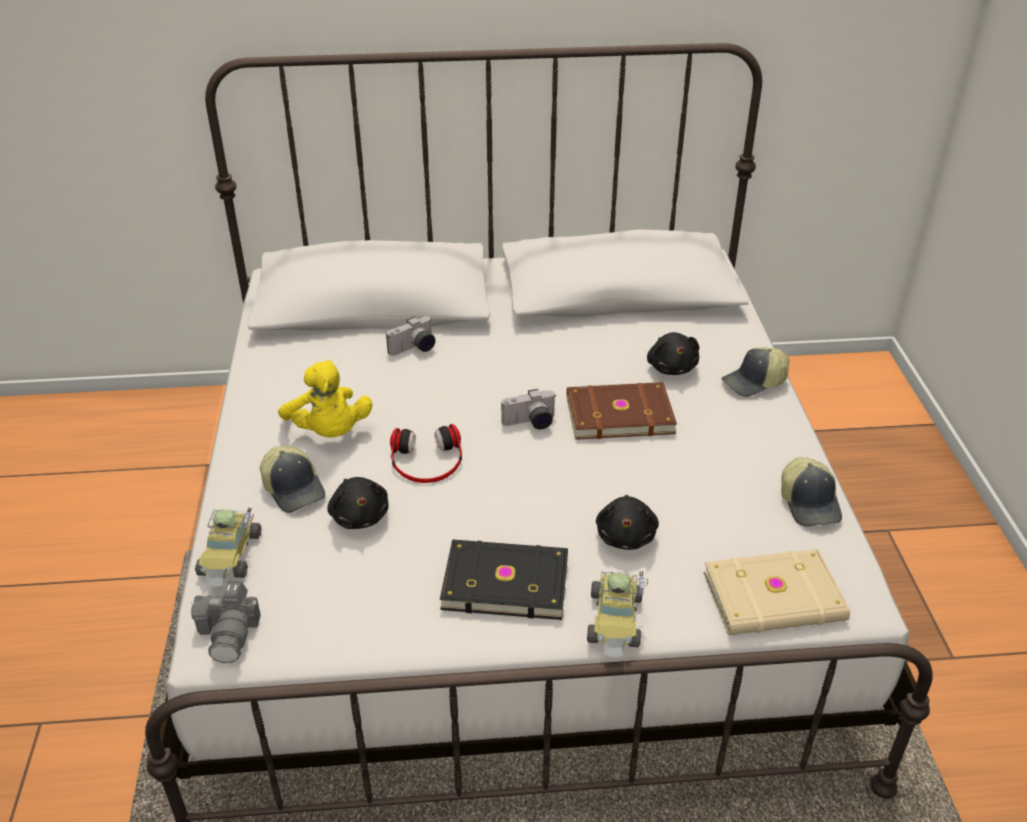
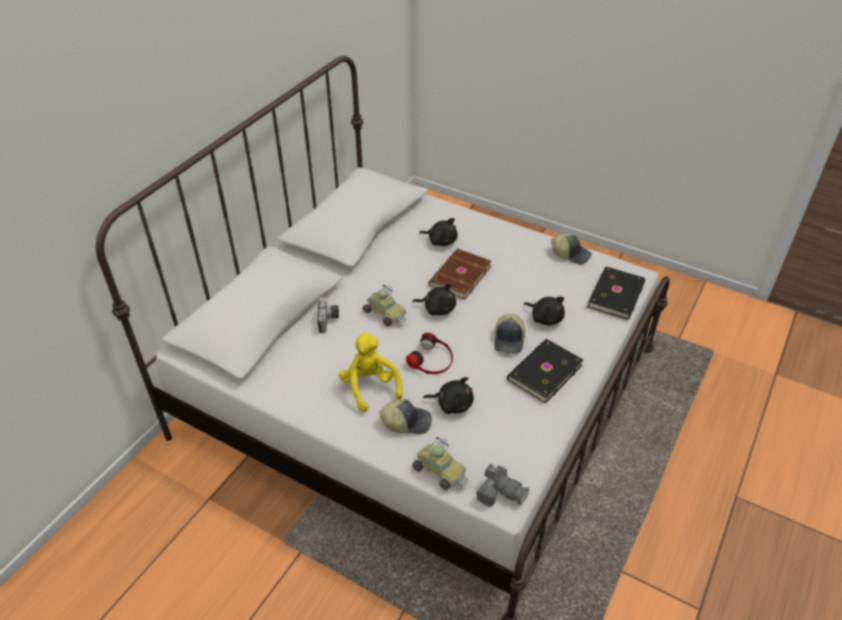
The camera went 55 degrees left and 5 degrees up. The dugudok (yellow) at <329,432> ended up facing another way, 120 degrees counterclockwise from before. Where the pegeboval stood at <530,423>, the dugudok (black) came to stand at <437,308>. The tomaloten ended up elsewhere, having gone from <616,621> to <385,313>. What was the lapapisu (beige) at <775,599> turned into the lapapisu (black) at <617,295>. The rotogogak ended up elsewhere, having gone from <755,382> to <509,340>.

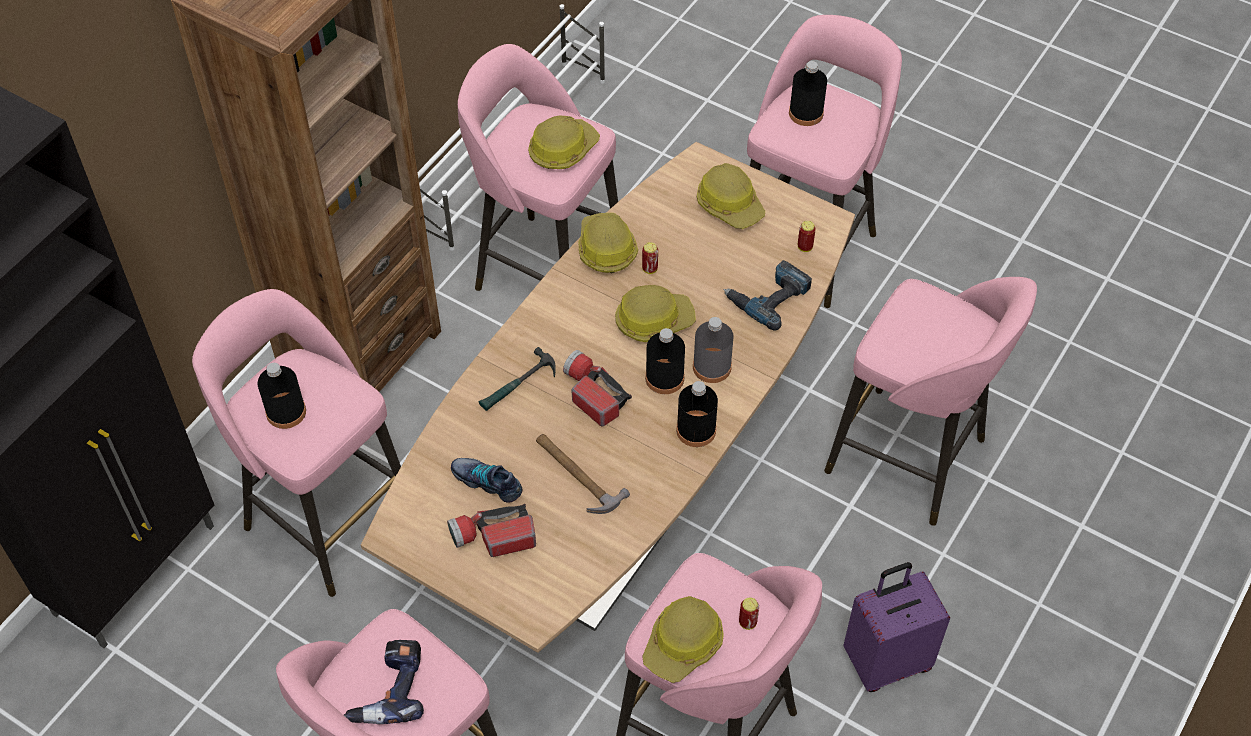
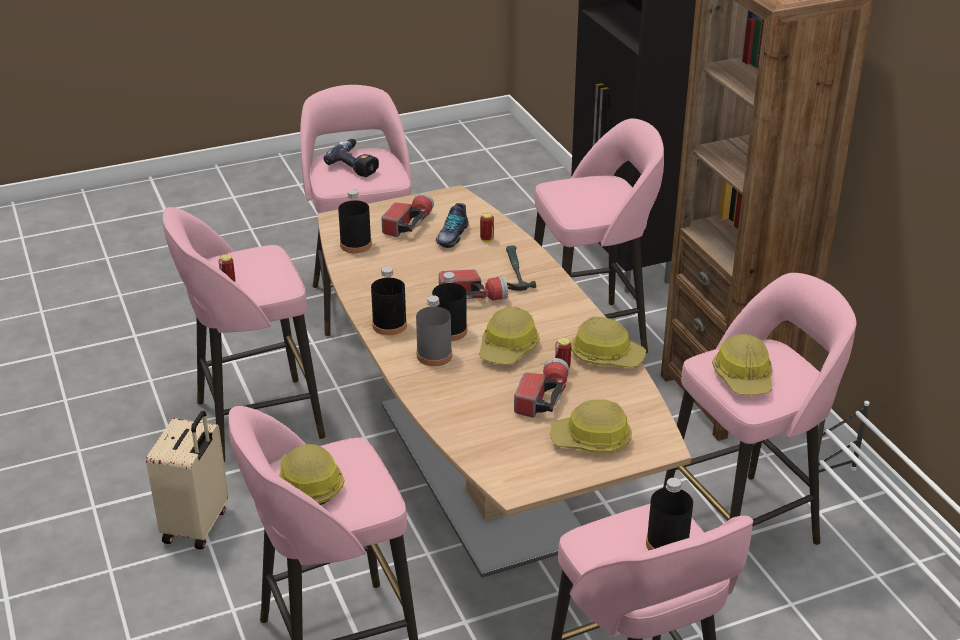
The camera went 125 degrees right and 20 degrees down. The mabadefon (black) ended up elsewhere, having gone from <286,412> to <355,245>. The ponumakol at <487,481> ended up facing another way, 135 degrees clockwise from before. The second view lost the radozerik at <576,474>. The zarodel ended up elsewhere, having gone from <684,644> to <308,484>. The second view lost the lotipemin at <768,297>. The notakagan ended up elsewhere, having gone from <805,247> to <487,239>. What was the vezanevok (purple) at <886,660> turned into the vezanevok (beige) at <197,526>. The second view gained the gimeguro at <542,397>.

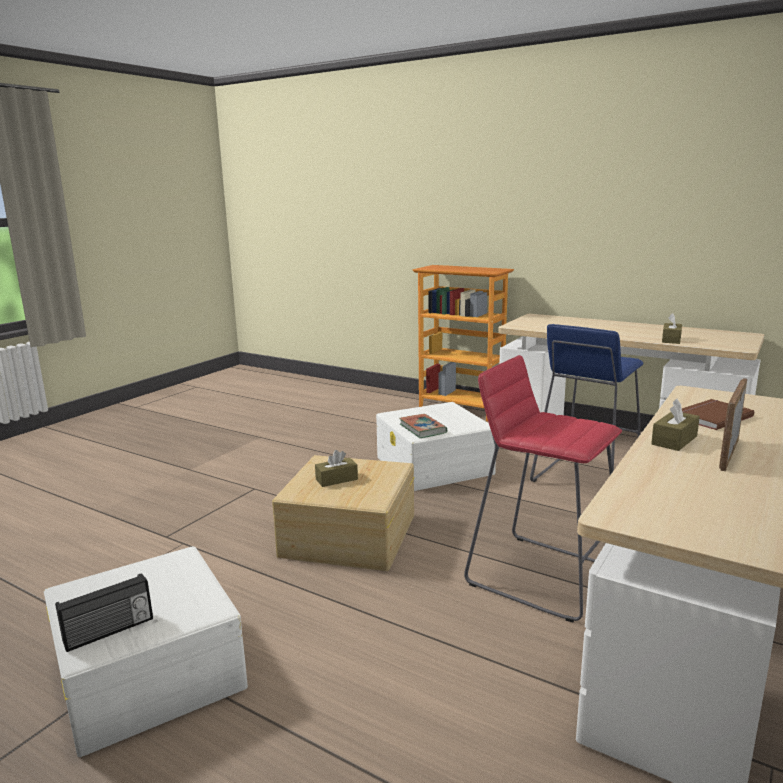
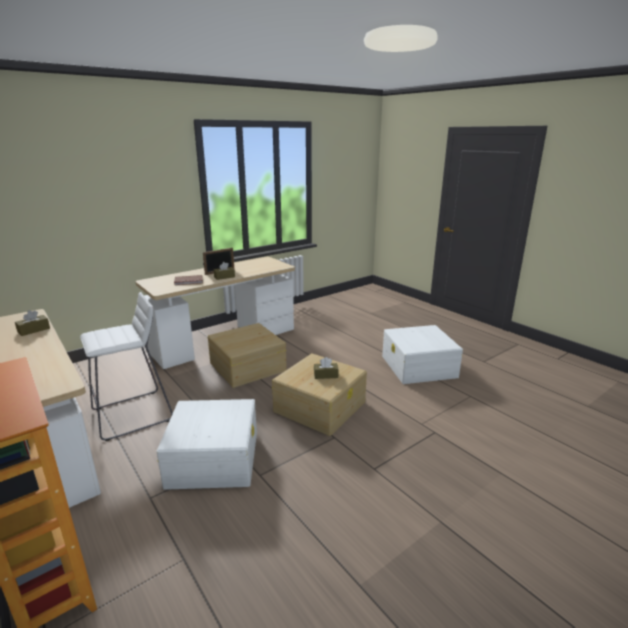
The camera went 160 degrees left and 5 degrees up. The second view lost the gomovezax at <109,631>. The second view lost the lapapisu at <422,429>. Where the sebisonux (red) stood at <541,575>, the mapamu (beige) came to stand at <247,366>. What was the sebisonux (blue) at <585,477> turned into the sebisonux (white) at <133,414>.

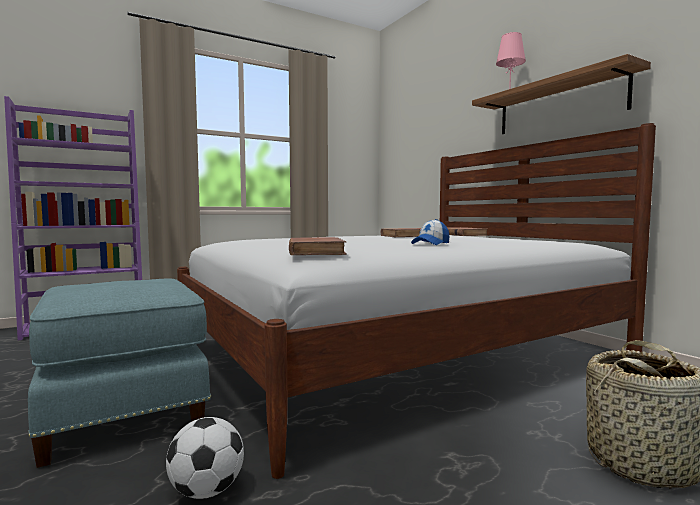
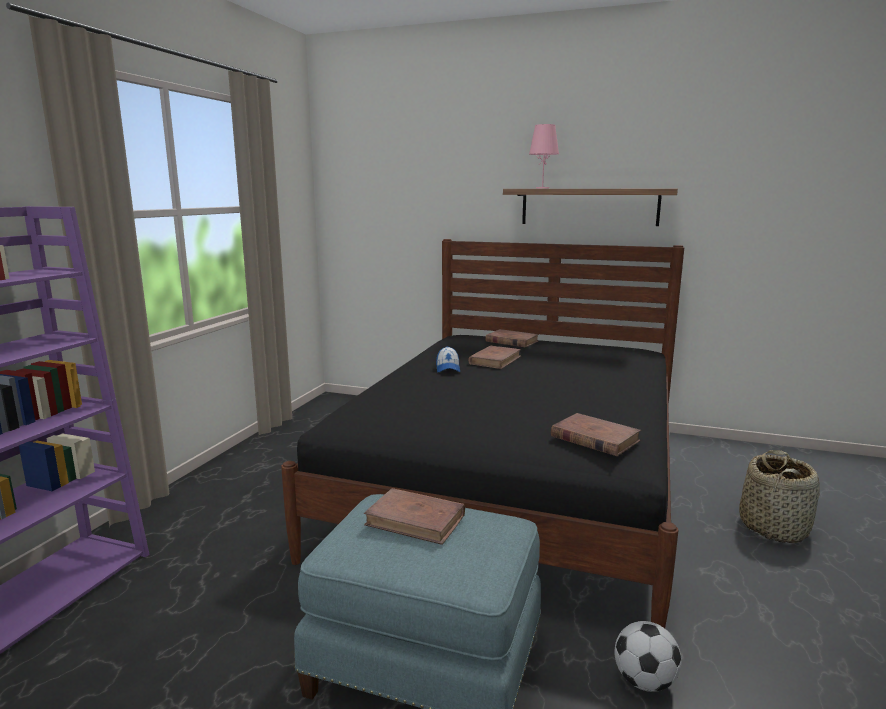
The camera went 40 degrees left and 10 degrees up. What was the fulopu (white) at <398,352> turned into the fulopu (black) at <515,486>. The rotogogak ended up elsewhere, having gone from <431,244> to <448,368>. The second view gained the lapapisu (brown) at <416,520>.

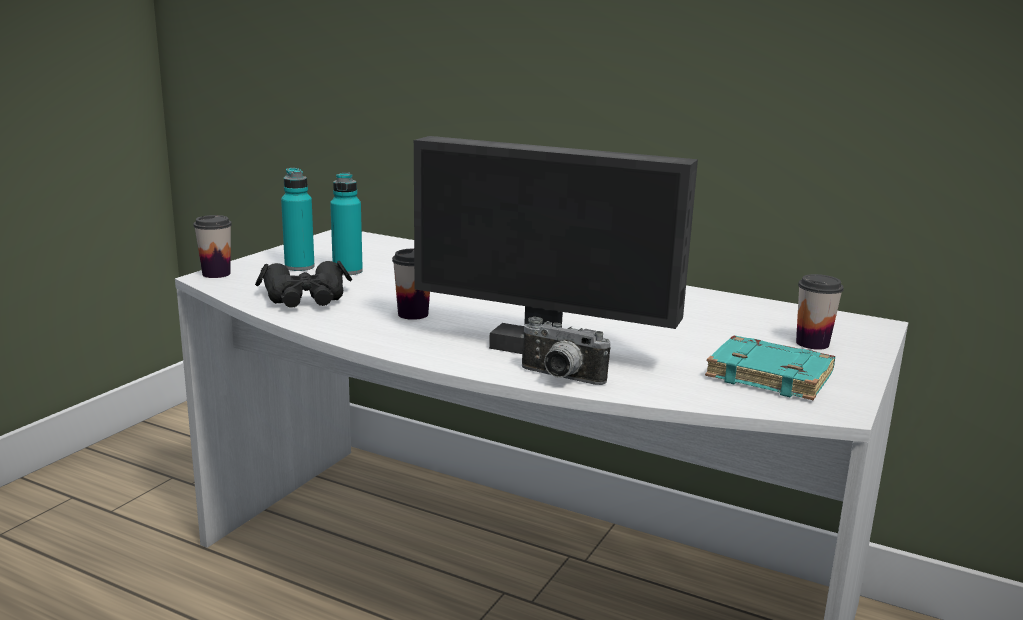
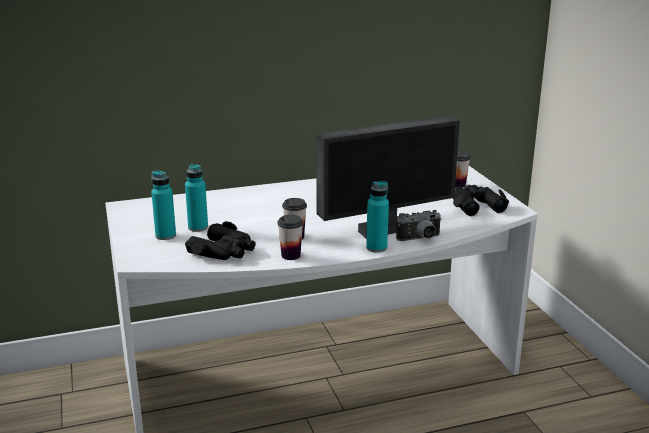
The camera went 45 degrees left and 5 degrees up. The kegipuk ended up elsewhere, having gone from <216,274> to <291,255>. Where the lapapisu (turquoise) stood at <771,376>, the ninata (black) came to stand at <475,205>. The second view gained the mabadefon (turquoise) at <376,248>.

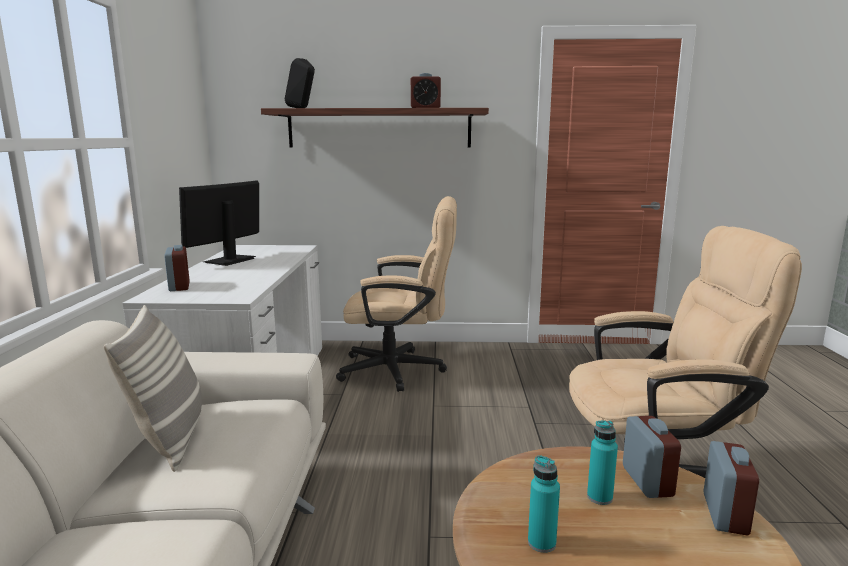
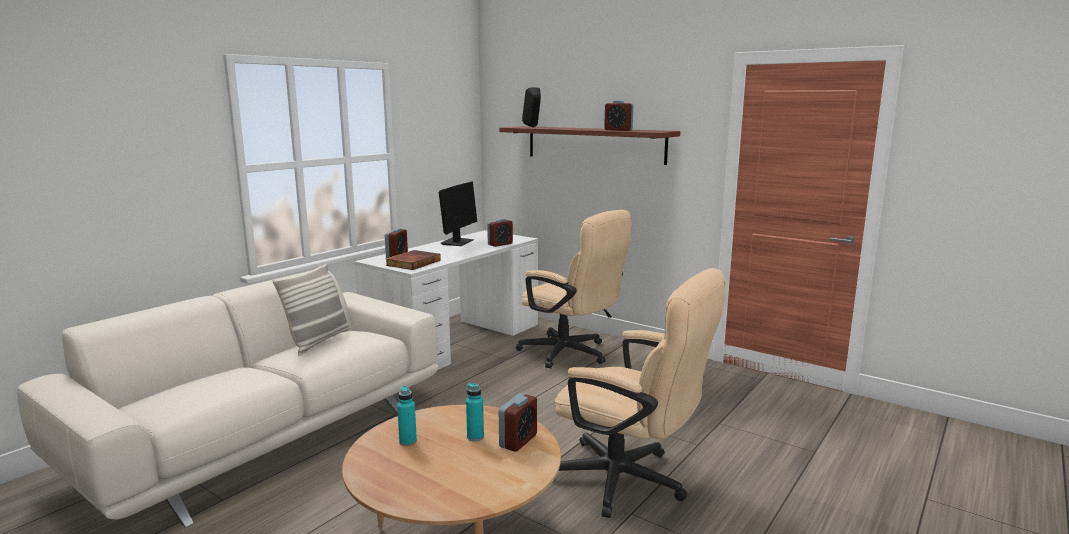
The camera went 35 degrees right and 0 degrees up. The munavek at <229,260> ended up facing another way, 135 degrees clockwise from before. The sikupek ended up elsewhere, having gone from <725,514> to <500,244>. The second view gained the lapapisu at <413,262>.

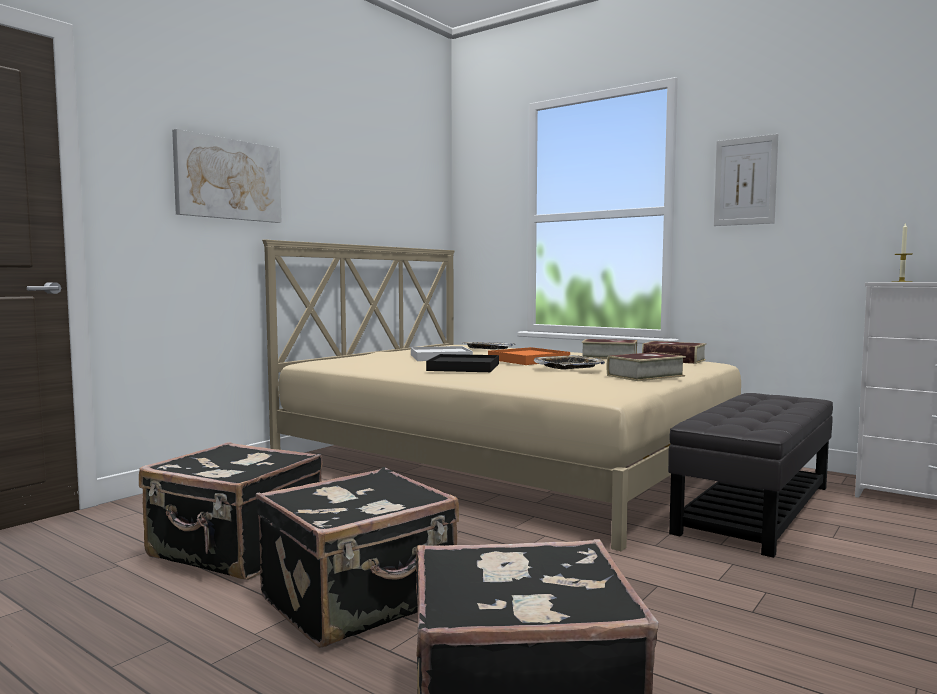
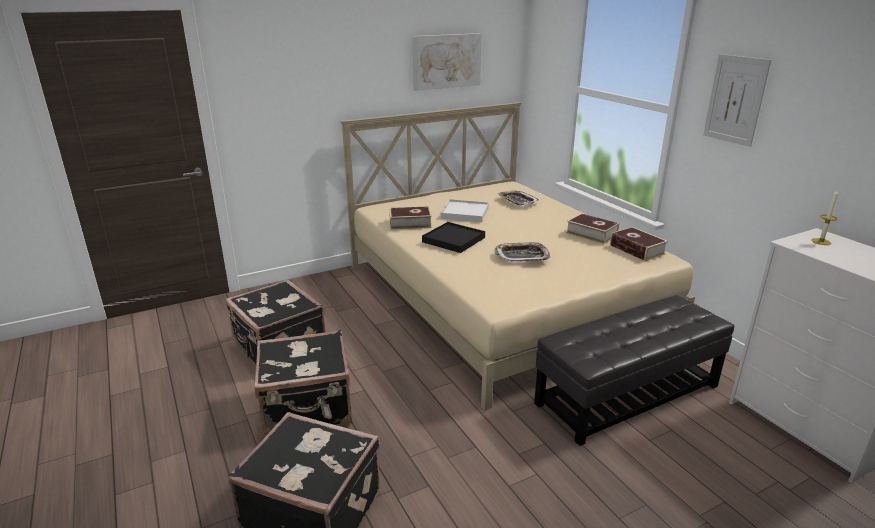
The camera went 25 degrees right and 20 degrees up. The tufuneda ended up elsewhere, having gone from <228,179> to <446,61>. The second view lost the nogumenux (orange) at <528,360>. The lapapisu ended up elsewhere, having gone from <645,376> to <410,223>.

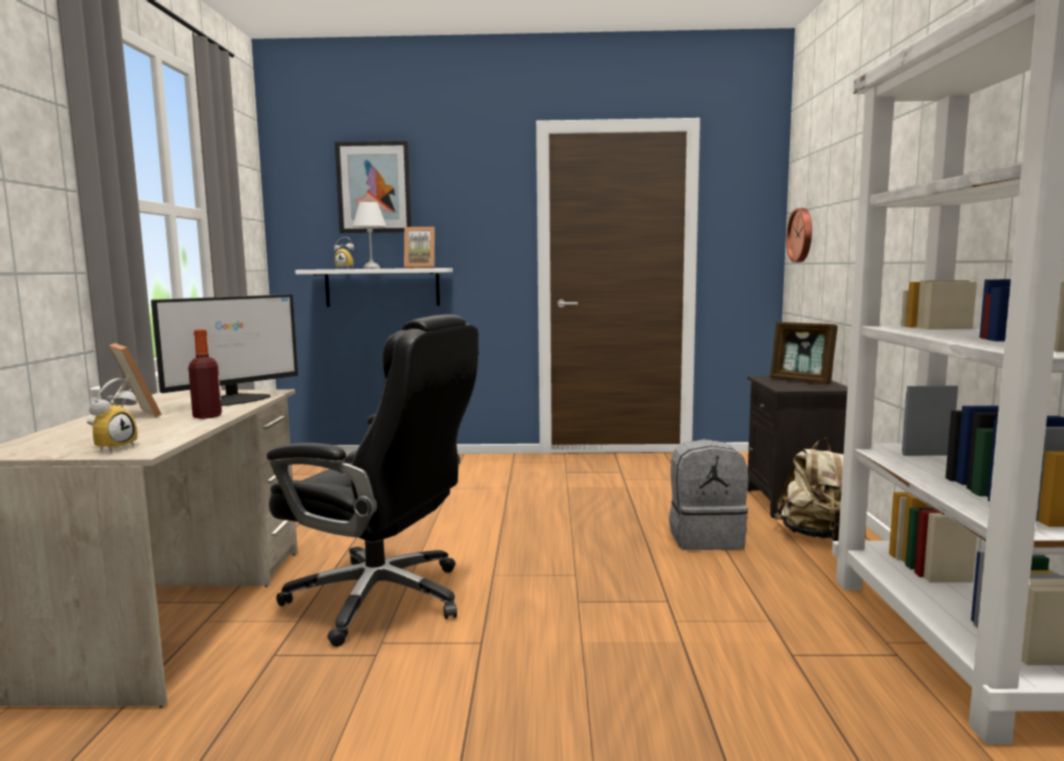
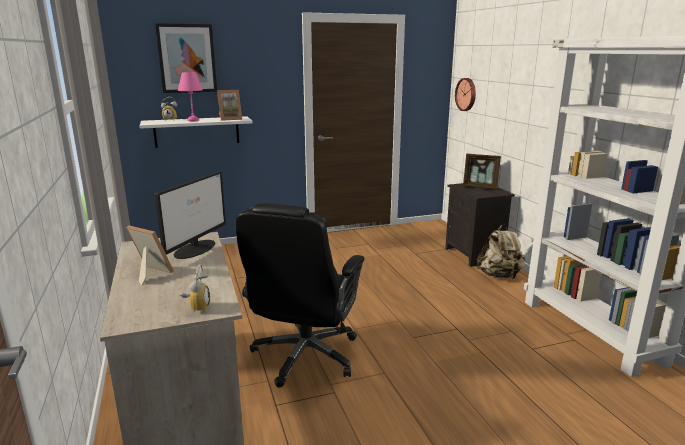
The camera went 20 degrees left and 10 degrees up. The second view lost the mabadefon at <207,416>. The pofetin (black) at <382,599> ended up facing another way, 105 degrees clockwise from before. What was the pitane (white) at <370,268> turned into the pitane (pink) at <192,120>. The second view lost the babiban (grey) at <706,538>.

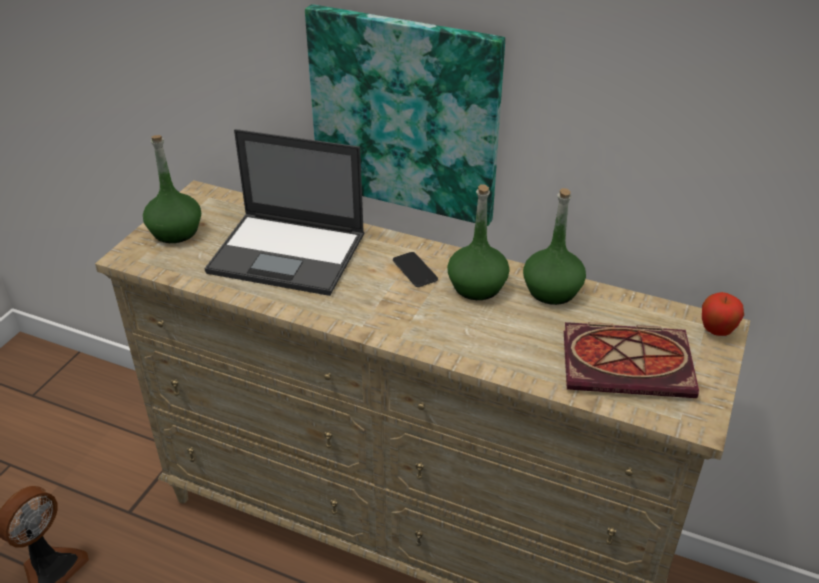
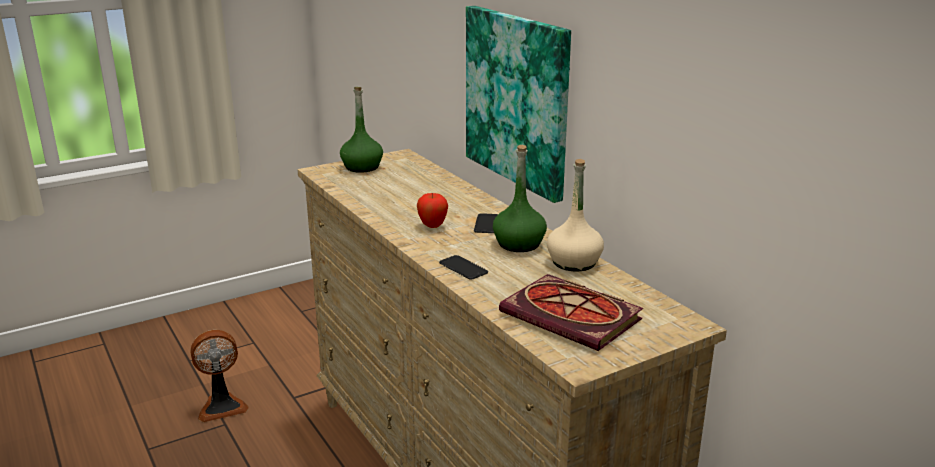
The camera went 35 degrees right and 15 degrees down. The second view lost the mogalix at <289,253>. What was the mabadefon (green) at <552,290> turned into the mabadefon (beige) at <574,262>. The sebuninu ended up elsewhere, having gone from <716,331> to <432,226>. The second view gained the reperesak at <463,268>.

